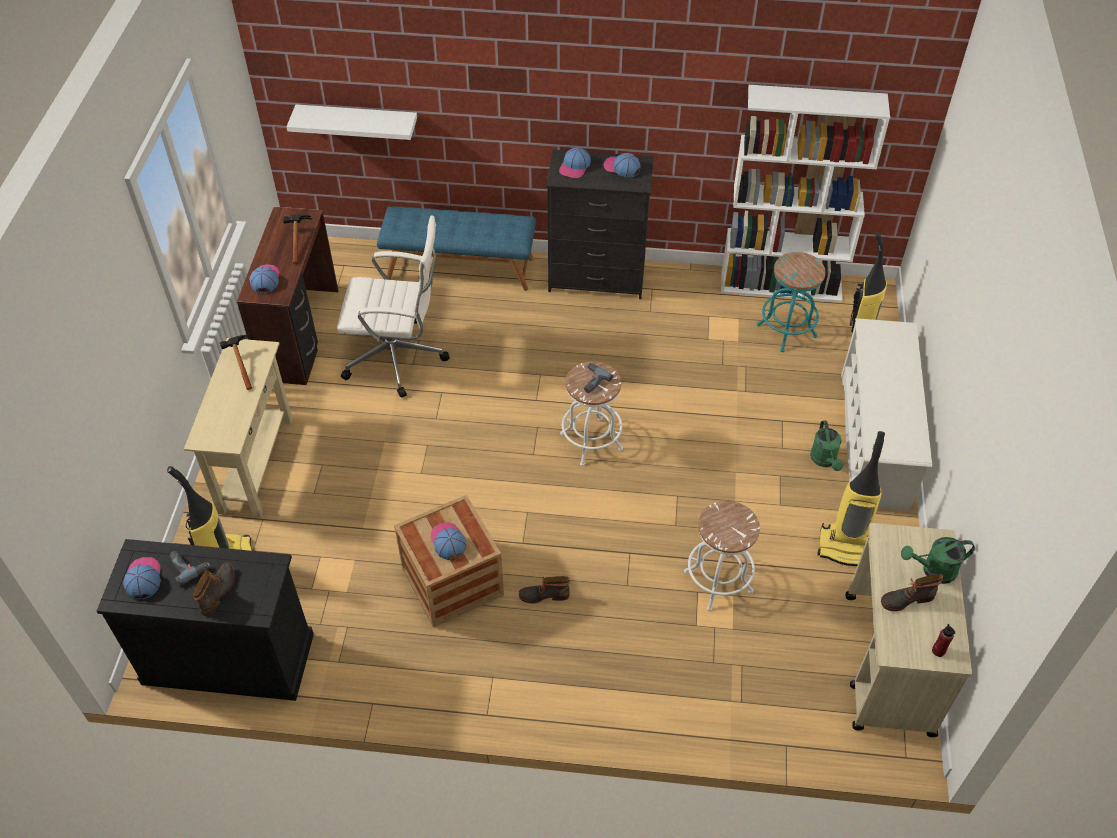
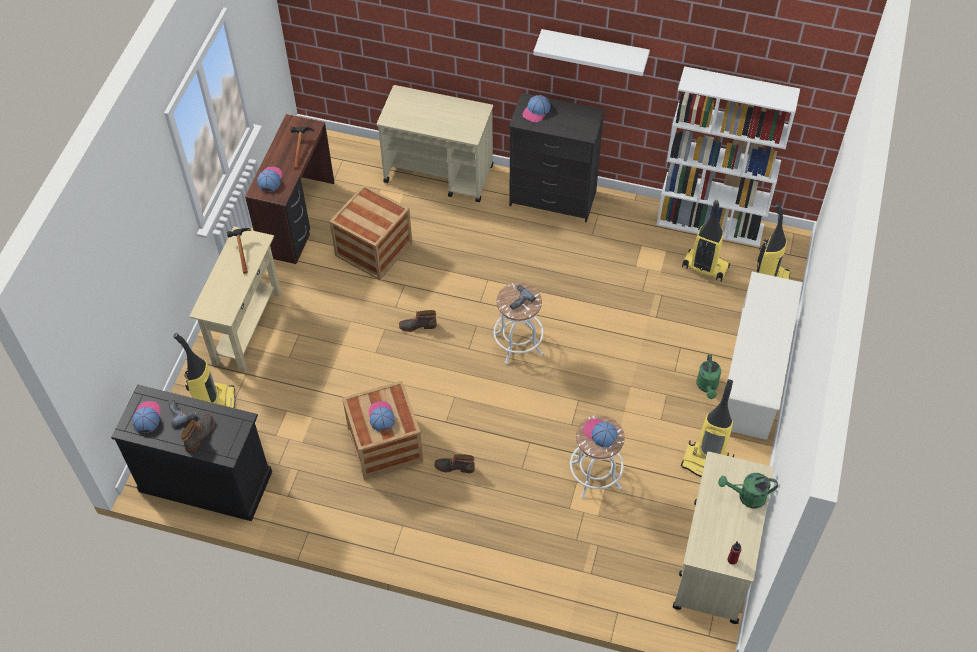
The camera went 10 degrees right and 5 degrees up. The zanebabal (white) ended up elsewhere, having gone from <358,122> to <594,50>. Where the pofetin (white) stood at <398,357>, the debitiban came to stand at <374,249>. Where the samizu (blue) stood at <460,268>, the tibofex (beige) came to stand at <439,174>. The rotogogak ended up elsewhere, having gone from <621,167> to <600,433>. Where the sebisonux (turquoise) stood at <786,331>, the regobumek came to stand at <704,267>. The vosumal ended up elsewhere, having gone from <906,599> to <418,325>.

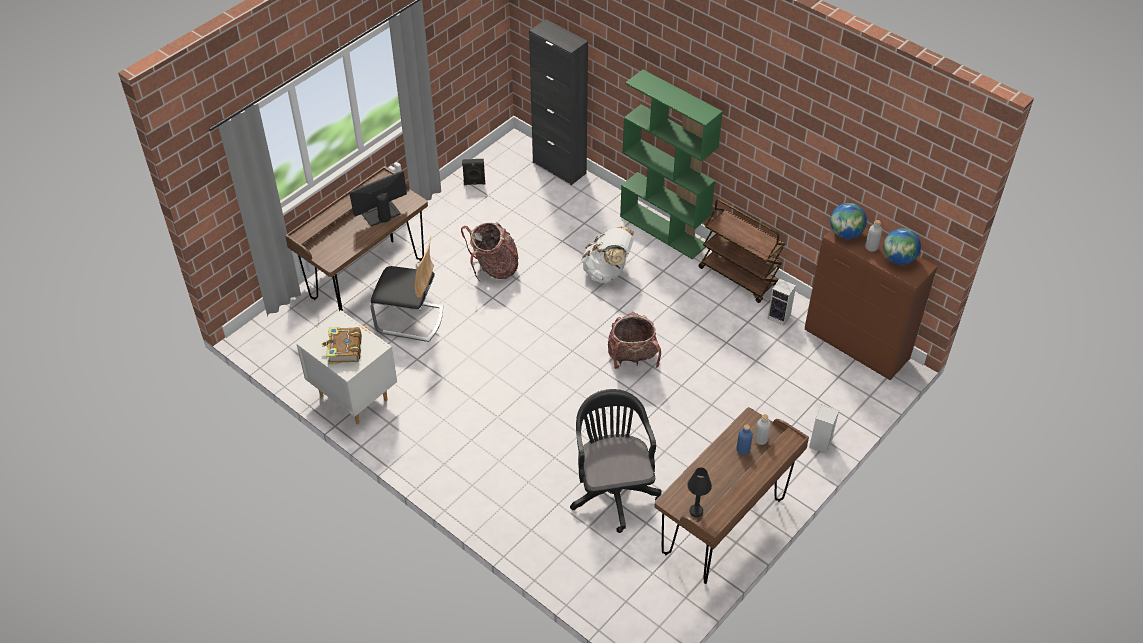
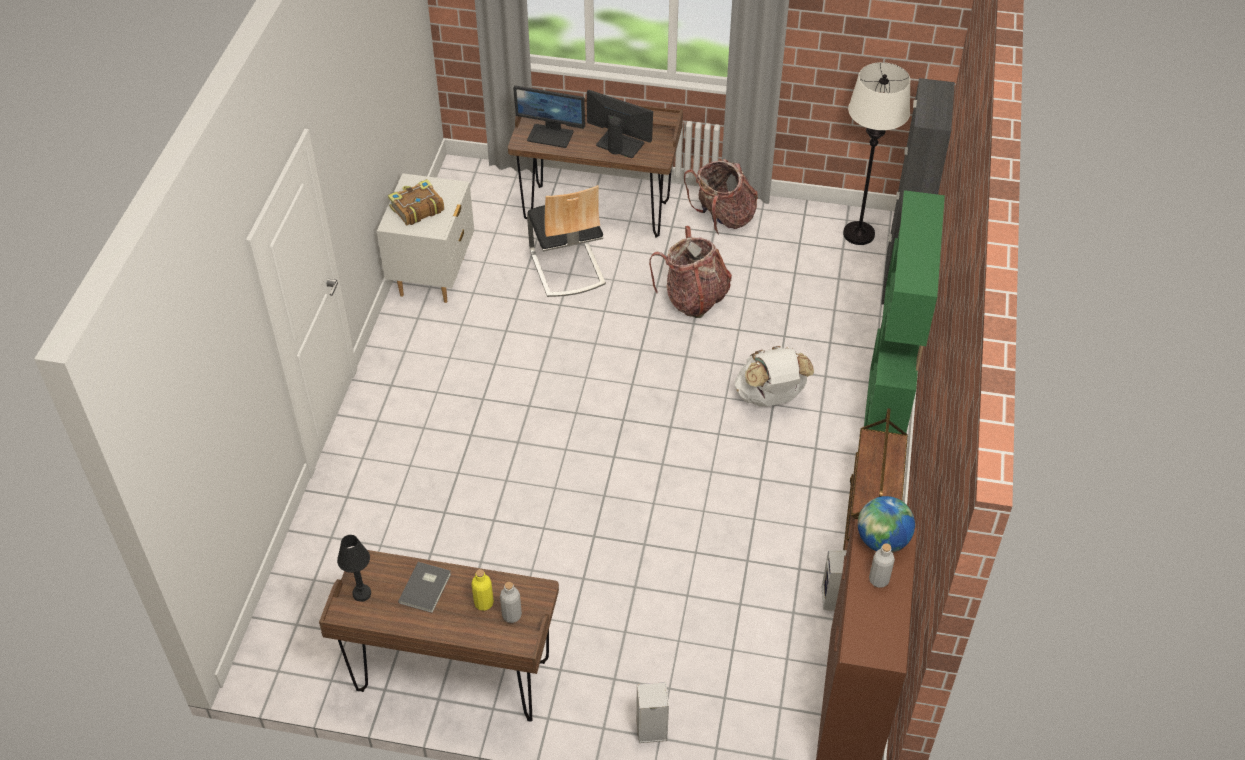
The camera went 60 degrees right and 0 degrees up. The second view lost the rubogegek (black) at <474,183>. The second view lost the pofetin (black) at <612,489>. The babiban ended up elsewhere, having gone from <632,358> to <723,218>. What was the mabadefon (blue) at <743,450> turned into the mabadefon (yellow) at <484,603>. The second view lost the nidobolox at <898,259>. The second view gained the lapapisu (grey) at <426,588>. The second view gained the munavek at <551,135>. The second view gained the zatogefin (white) at <859,234>.

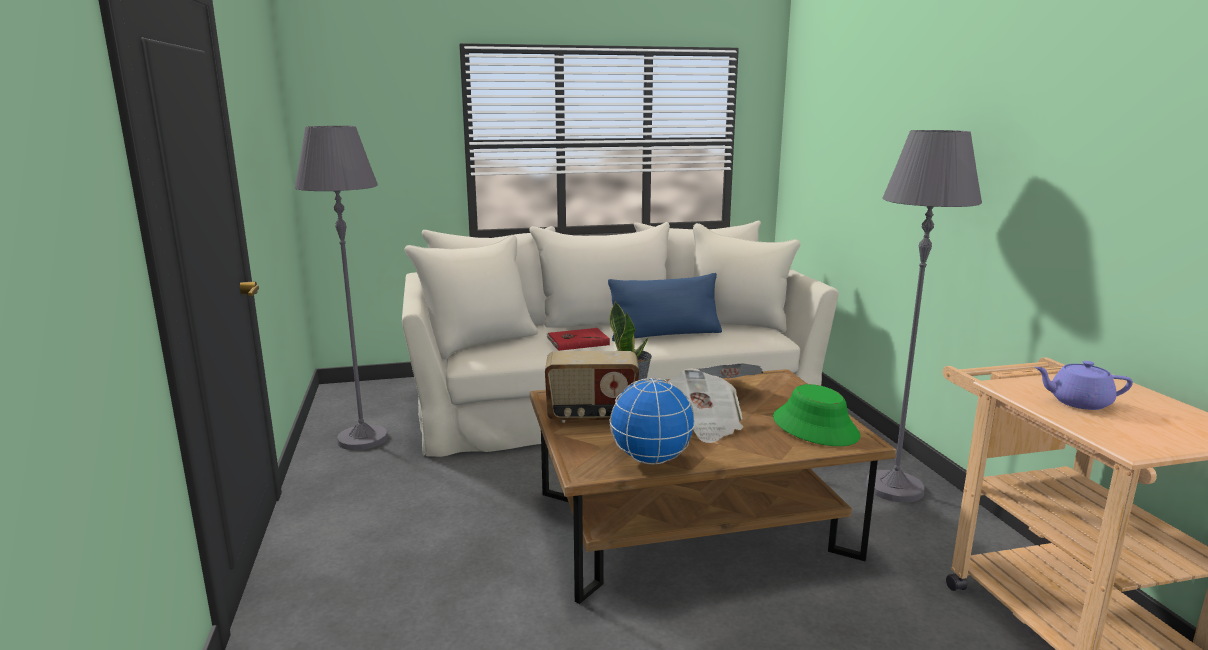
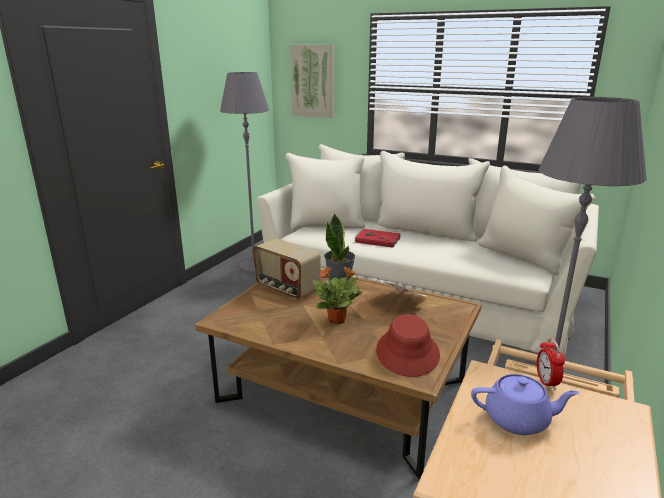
The camera went 40 degrees right and 5 degrees up. The second view lost the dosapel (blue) at <665,334>. The second view lost the nidobolox at <651,459>. Where the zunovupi stood at <703,425>, the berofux came to stand at <337,320>. What was the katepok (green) at <815,427> turned into the katepok (red) at <408,352>. The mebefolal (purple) at <1078,402> ended up facing another way, 135 degrees clockwise from before. The second view gained the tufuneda at <313,81>. The second view gained the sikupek at <546,382>.

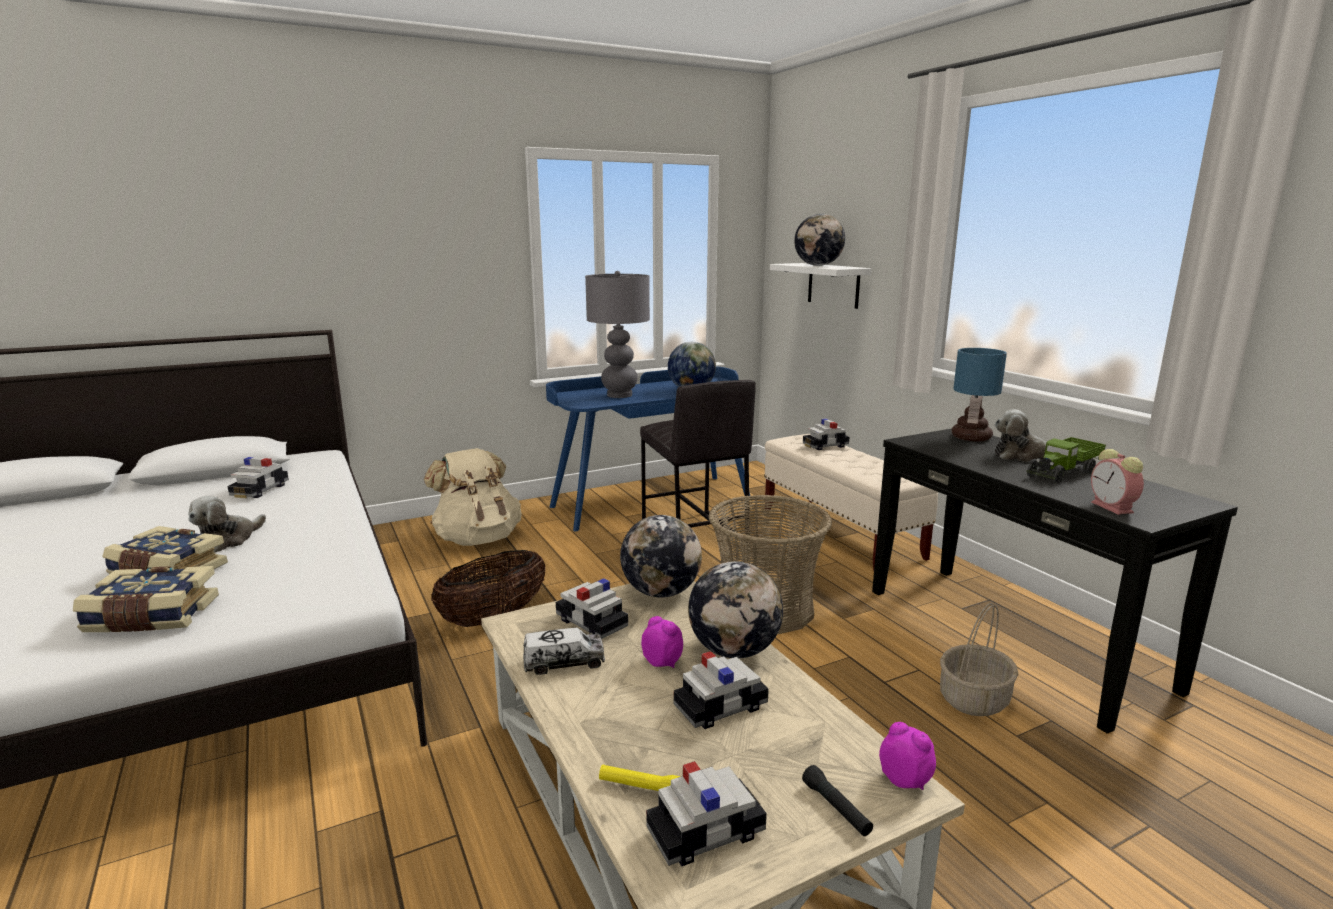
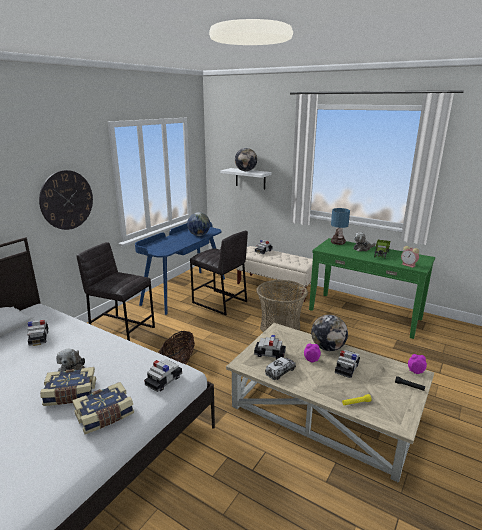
The camera went 30 degrees left and 5 degrees up. Where the babiban (beige) stood at <477,539>, the sebisonux (grey) came to stand at <122,331>. The second view lost the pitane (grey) at <619,395>. The second view lost the nidobolox at <661,592>. The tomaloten ended up elsewhere, having gone from <706,832> to <164,380>. What was the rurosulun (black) at <1012,636> turned into the rurosulun (green) at <364,314>. The second view lost the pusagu at <973,699>. The second view gained the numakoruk at <67,200>.

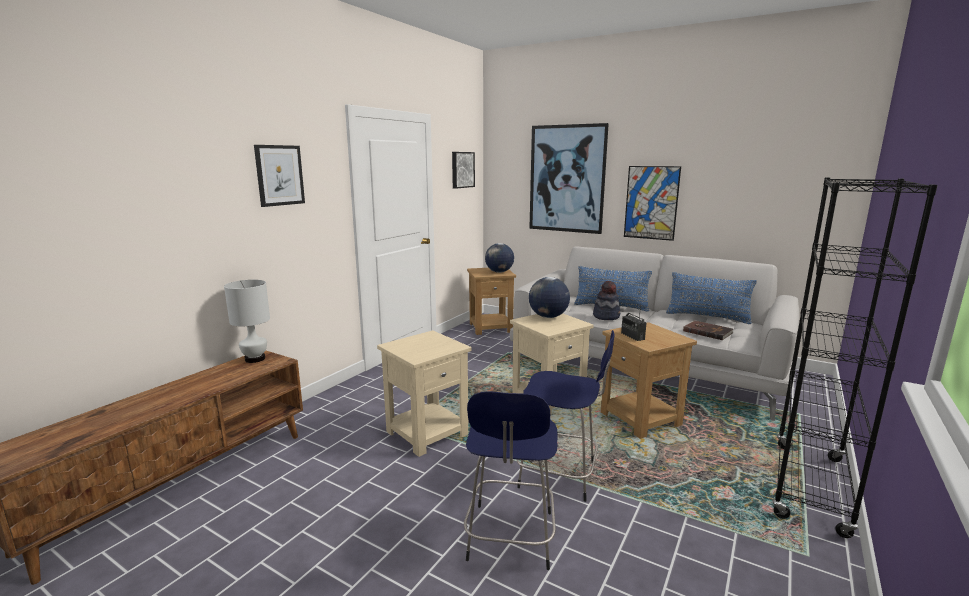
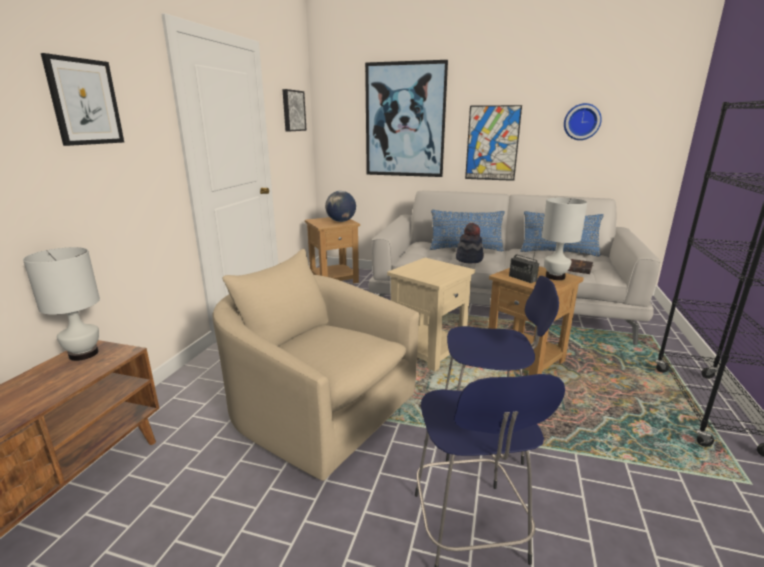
The camera went 15 degrees left and 5 degrees up. Where the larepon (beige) stood at <427,432>, the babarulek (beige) came to stand at <317,409>. The second view lost the nidobolox at <548,317>. The second view gained the pitane (white) at <555,277>. The second view gained the numakoruk at <581,122>.

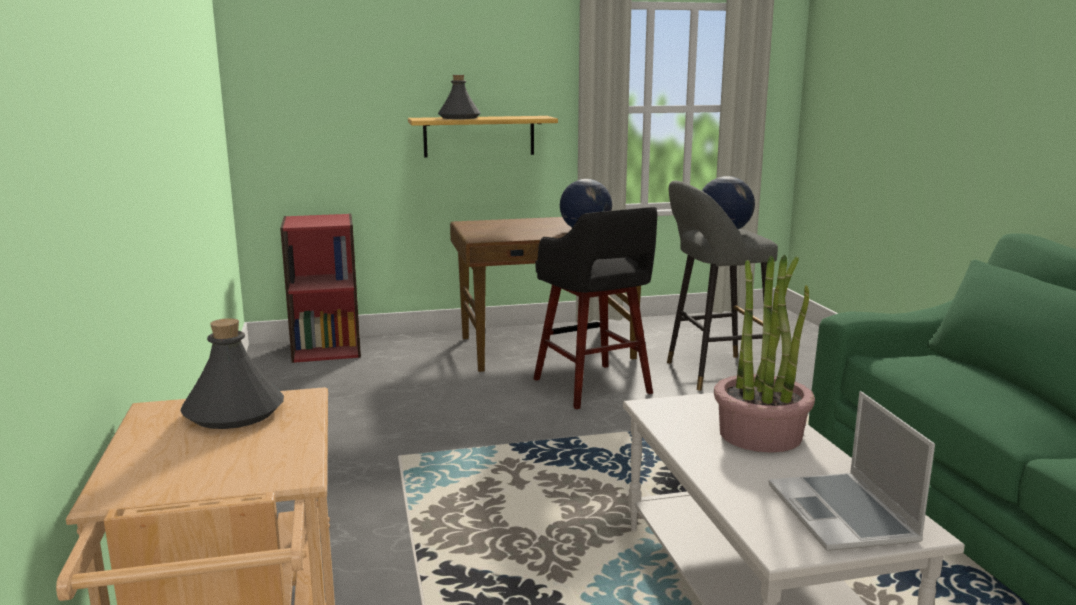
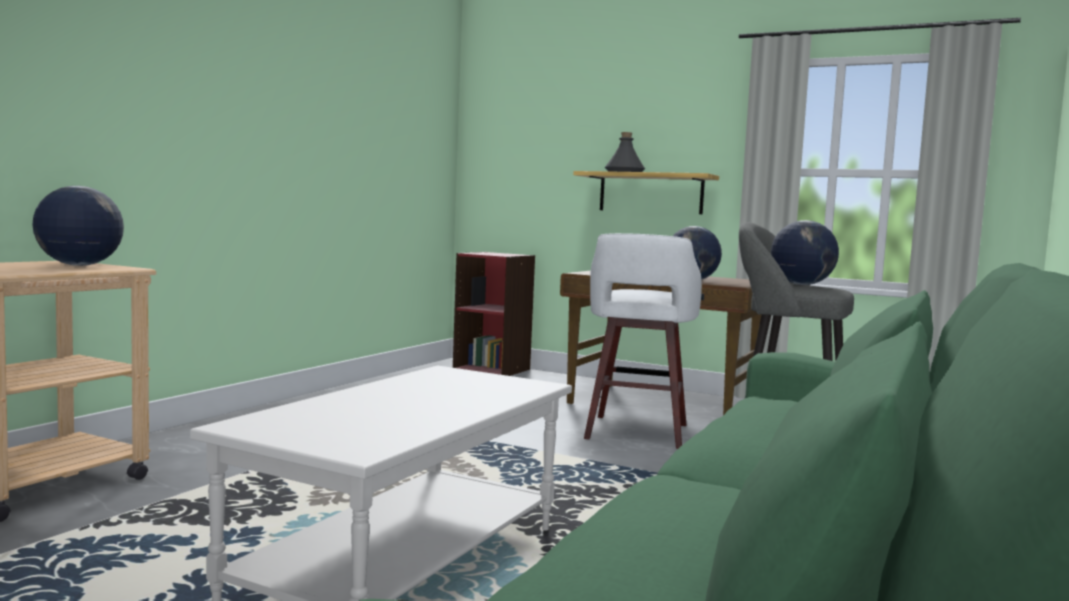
The camera went 40 degrees right and 10 degrees down. Where the mabadefon (grey) stood at <234,413>, the nidobolox came to stand at <79,265>. What was the sebisonux (black) at <593,387> turned into the sebisonux (white) at <636,433>. The second view lost the berofux at <760,434>. The second view lost the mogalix at <844,515>.

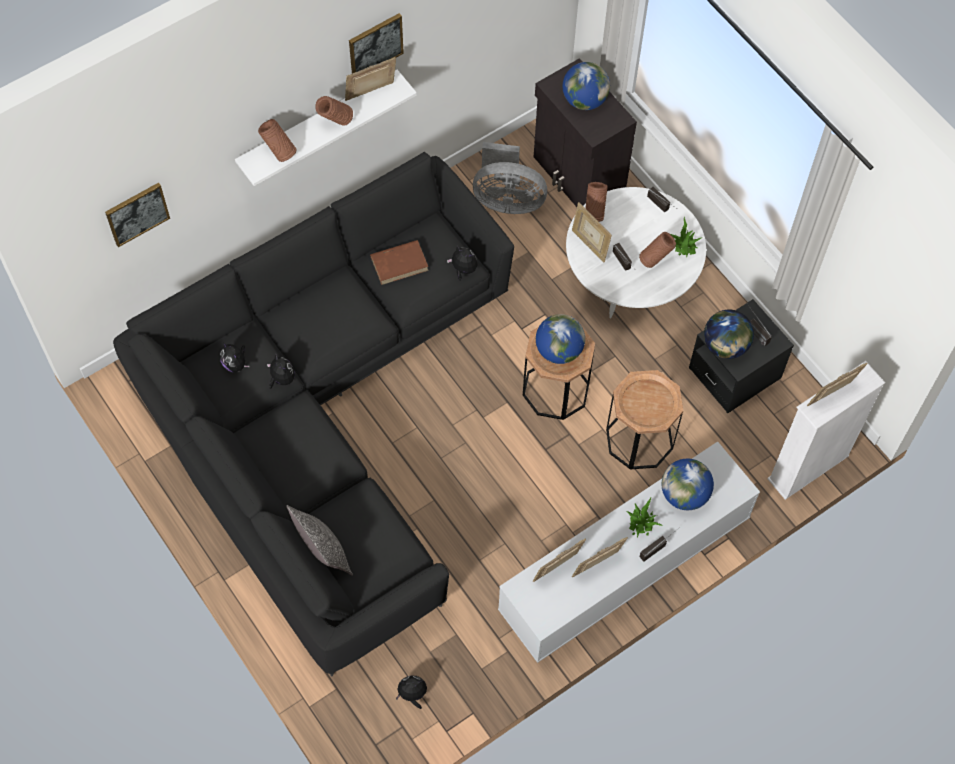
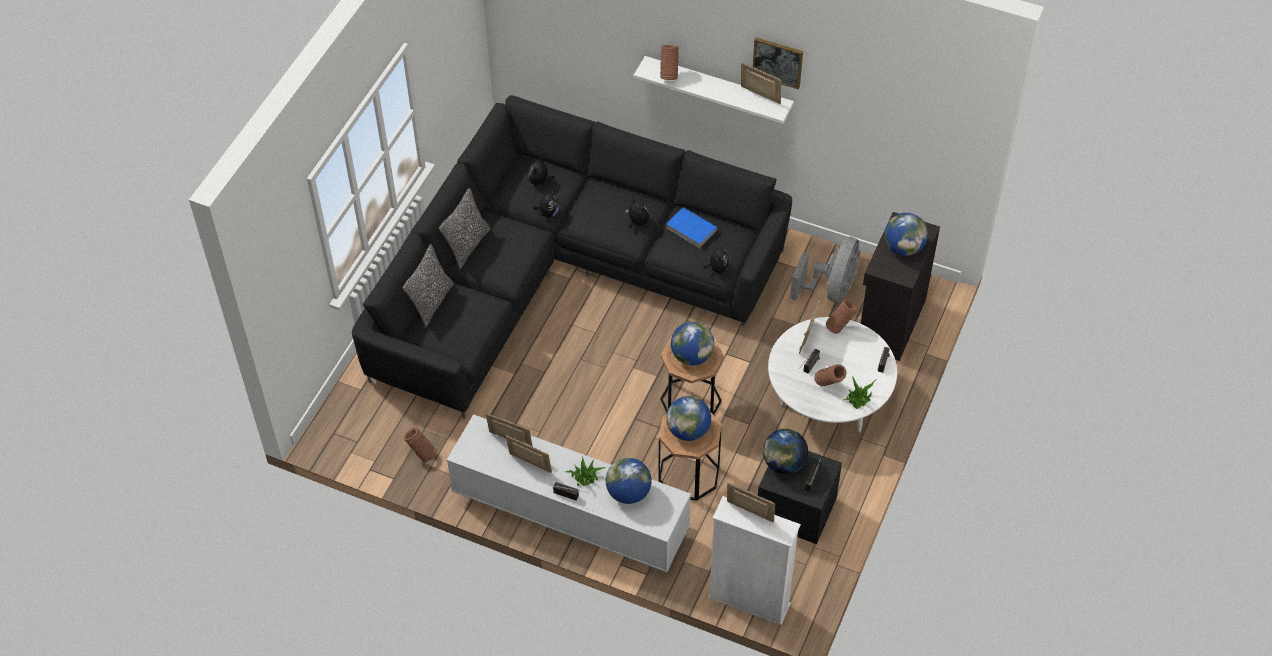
The camera went 60 degrees right and 10 degrees down. The second view lost the tufuneda at <137,213>. The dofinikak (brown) ended up elsewhere, having gone from <335,123> to <421,454>. What was the lapapisu (brown) at <400,263> turned into the lapapisu (blue) at <692,229>. The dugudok ended up elsewhere, having gone from <412,694> to <637,222>. The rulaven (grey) at <507,200> ended up facing another way, 135 degrees counterclockwise from before. The second view gained the dosapel at <467,246>. The second view gained the nidobolox at <688,430>.

